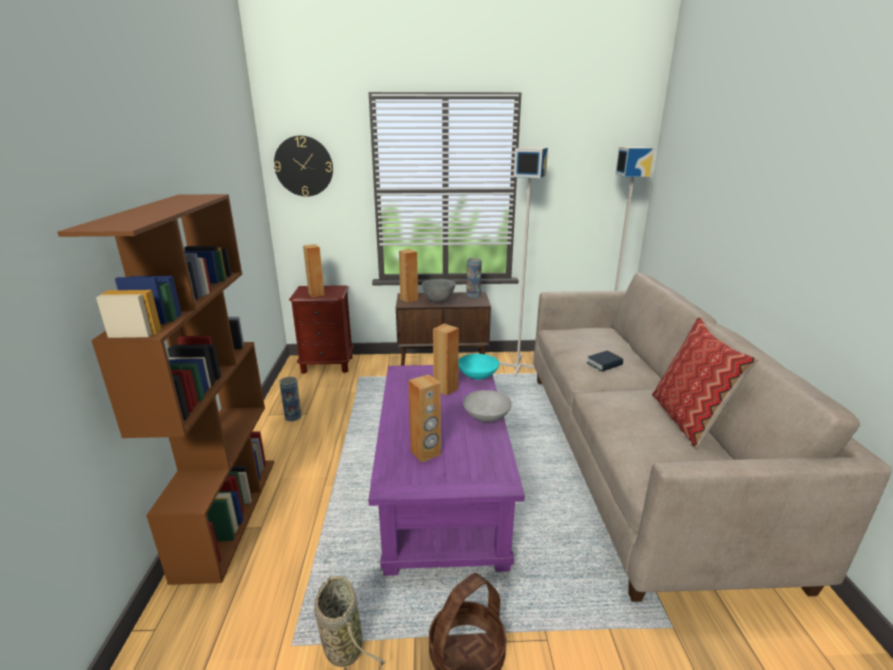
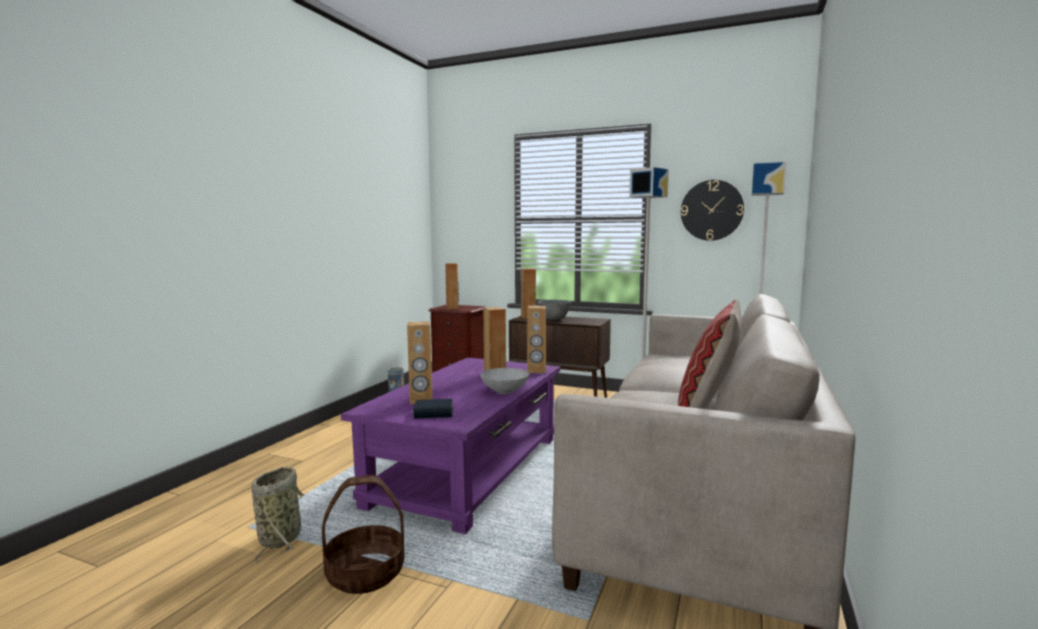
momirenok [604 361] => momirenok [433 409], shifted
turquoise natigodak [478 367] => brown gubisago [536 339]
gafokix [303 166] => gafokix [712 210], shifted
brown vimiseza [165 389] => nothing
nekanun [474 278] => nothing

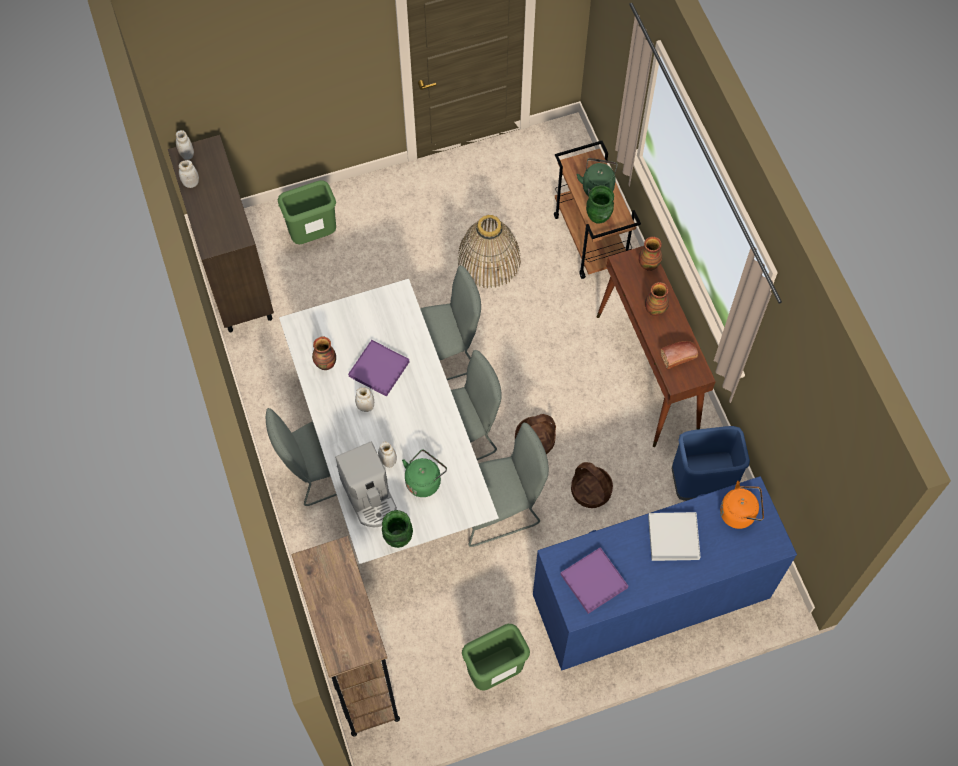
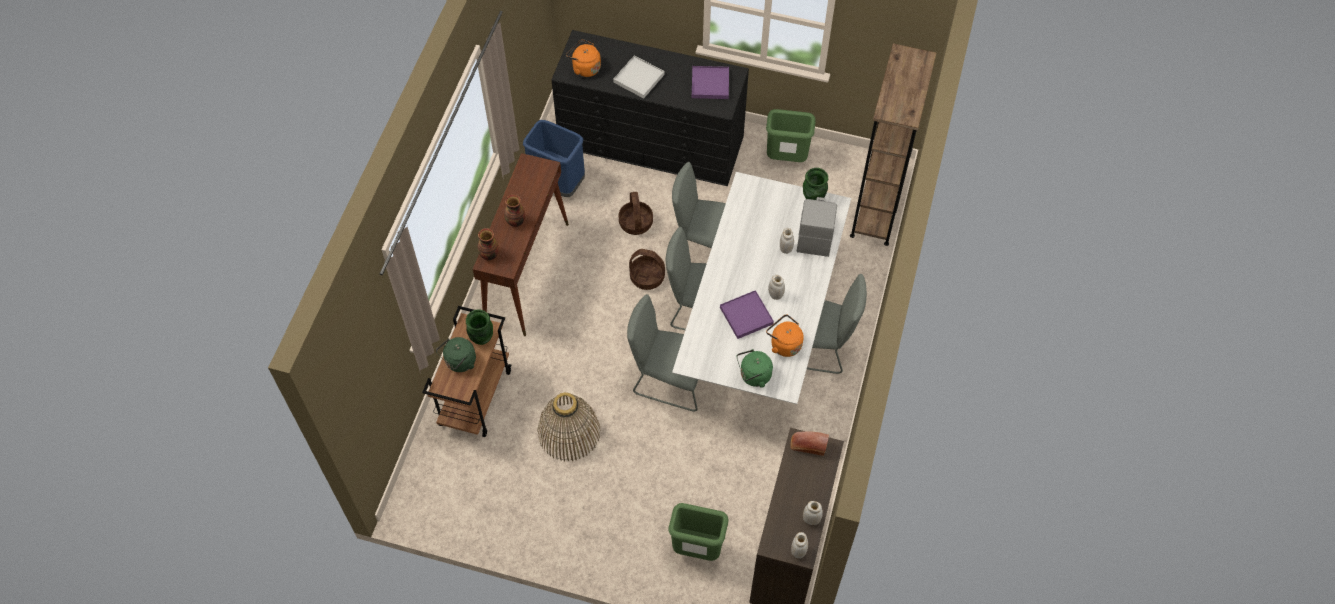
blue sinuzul [665 573] => black sinuzul [650 108]
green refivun [424 473] => green refivun [755 368], shifted
nekanun [324 353] => orange refivun [785 335]
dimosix [679 355] => dimosix [809 443], shifted

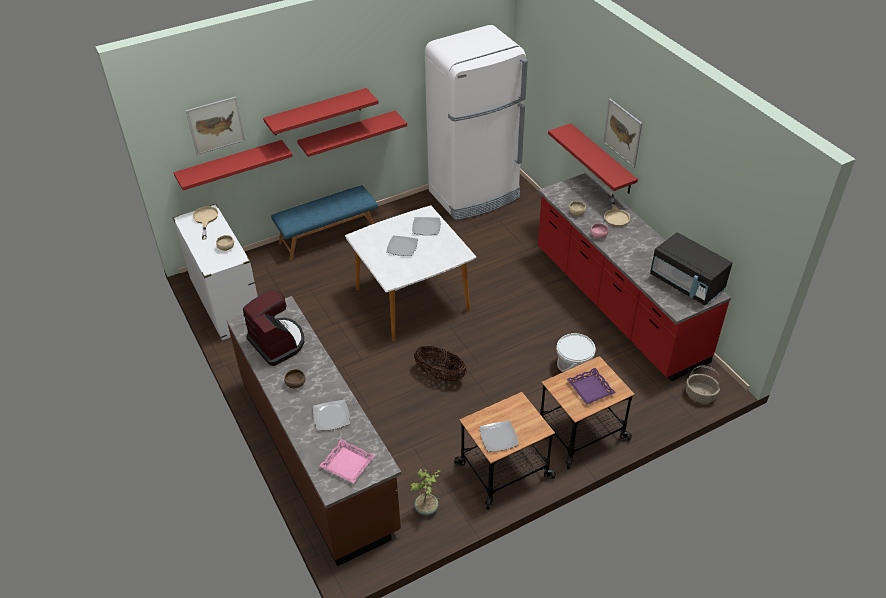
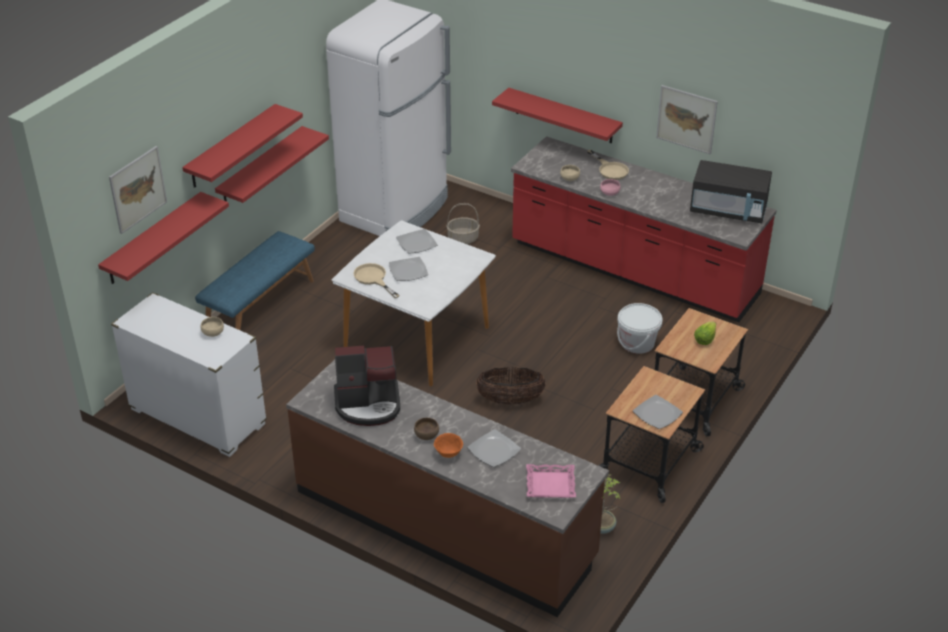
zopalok [273 327] => zopalok [367 386], 150 degrees clockwise
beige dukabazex [205 222] => beige dukabazex [376 280], shifted
nothing => orange natigodak [448 445]
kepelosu [703 384] => kepelosu [463 223], shifted
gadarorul [622 133] => gadarorul [687 120], shifted
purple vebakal [591 386] => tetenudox [705 333]

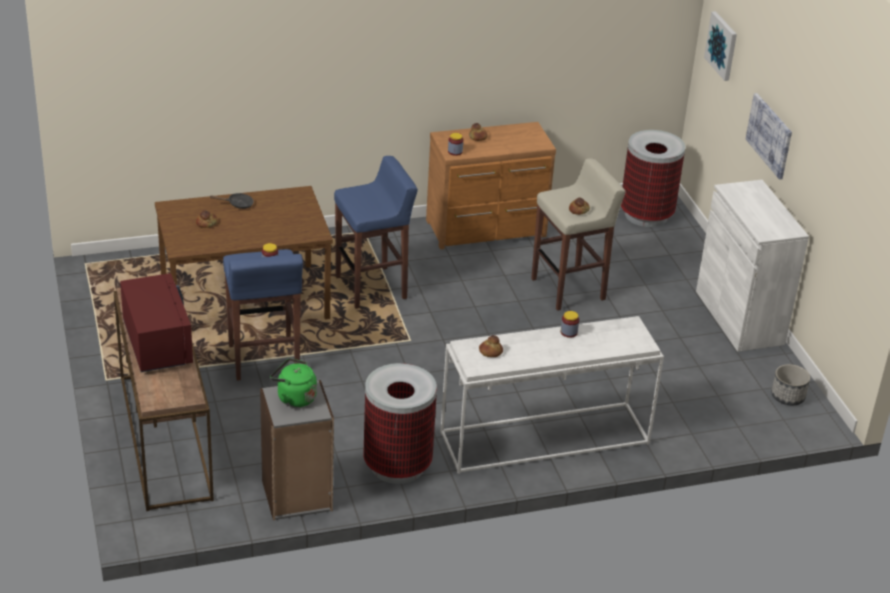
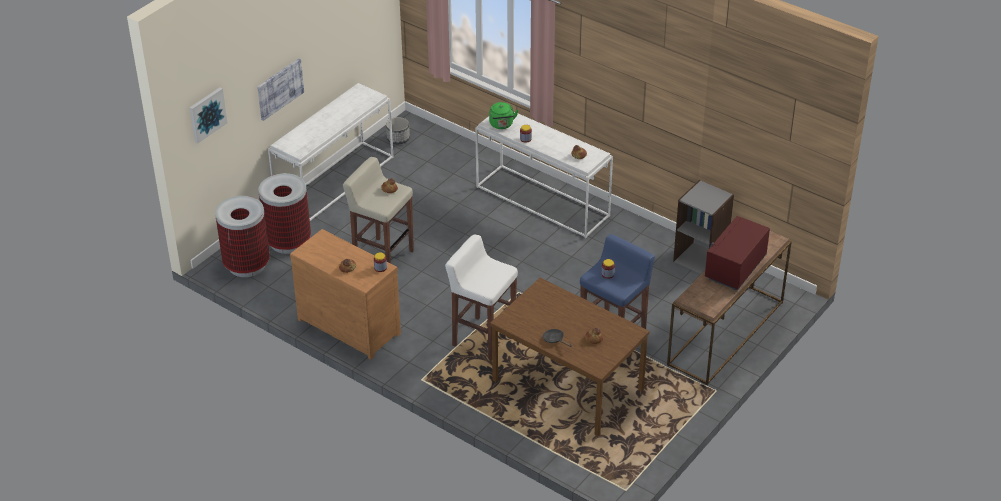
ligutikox [400 423] => ligutikox [284 213], shifted
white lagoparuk [752 266] => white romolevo [331 152]
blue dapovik [376 232] => white dapovik [481 297]
green refivun [293 382] => green refivun [503 115], shifted

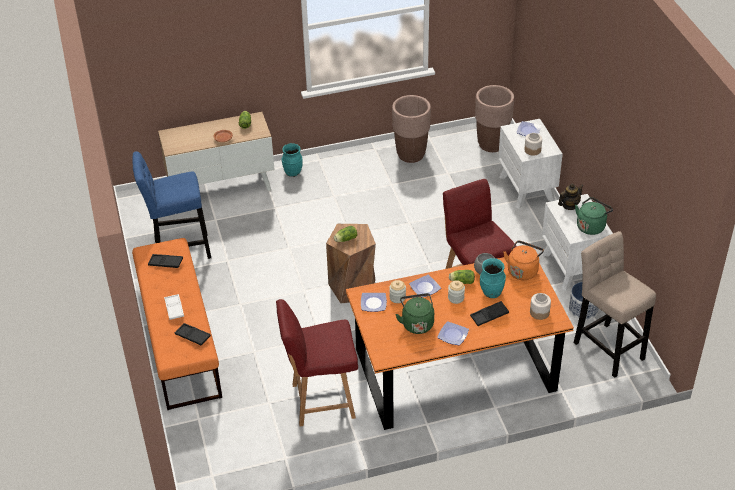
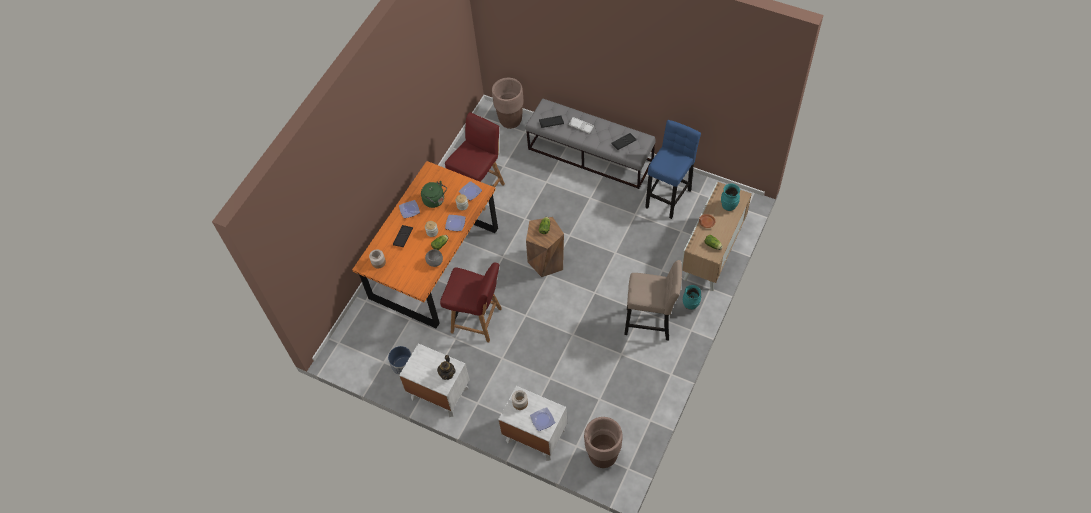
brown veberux [411 129] => brown veberux [508 103], shifted
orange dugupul [177 324] => grey dugupul [591 144]
beige dapovik [615 304] => beige dapovik [653 300], shifted
turquoise nekanun [493 278] => turquoise nekanun [730 197], shifted
orange refivun [523 260] => nothing
green refivun [594 216] => nothing

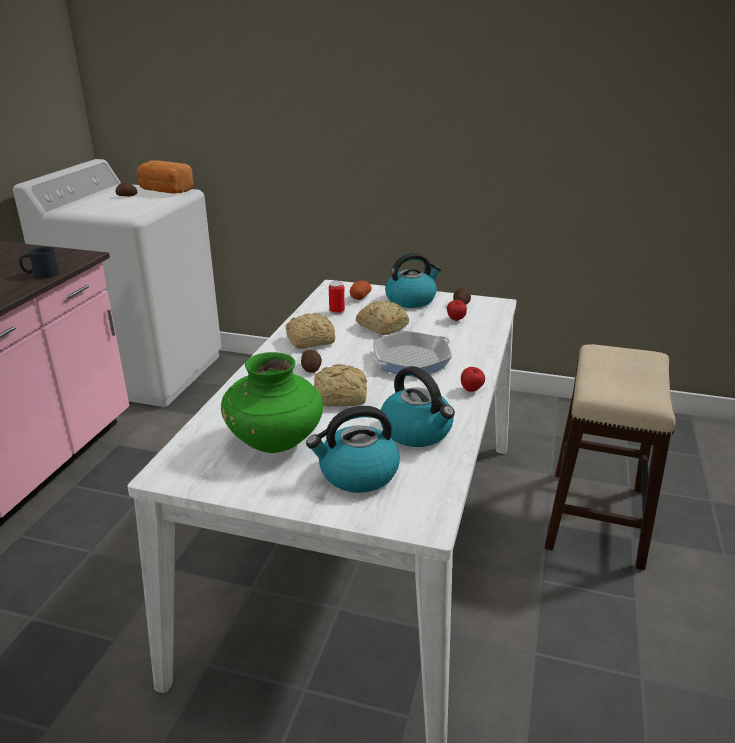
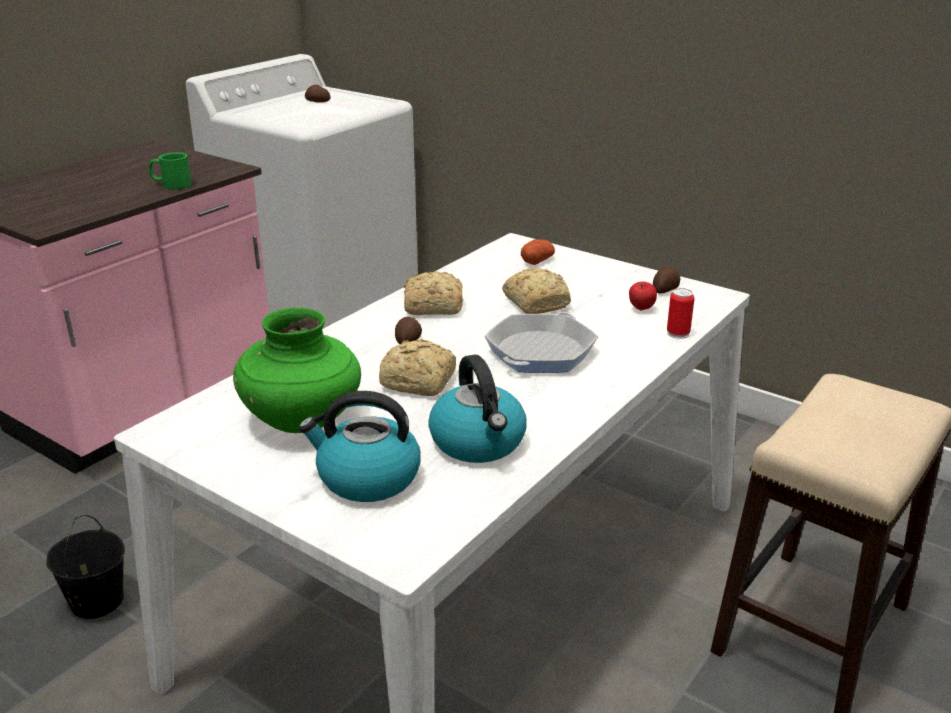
nothing => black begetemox [85 567]
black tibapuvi [39 262] => green tibapuvi [170 170]
dukabazex [411 352] => dukabazex [541 342], 135 degrees clockwise
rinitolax [337 298] => rinitolax [680 313], shifted
dimosix [165 177] => nothing
refivun [413 280] => nothing
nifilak [473 379] => nothing

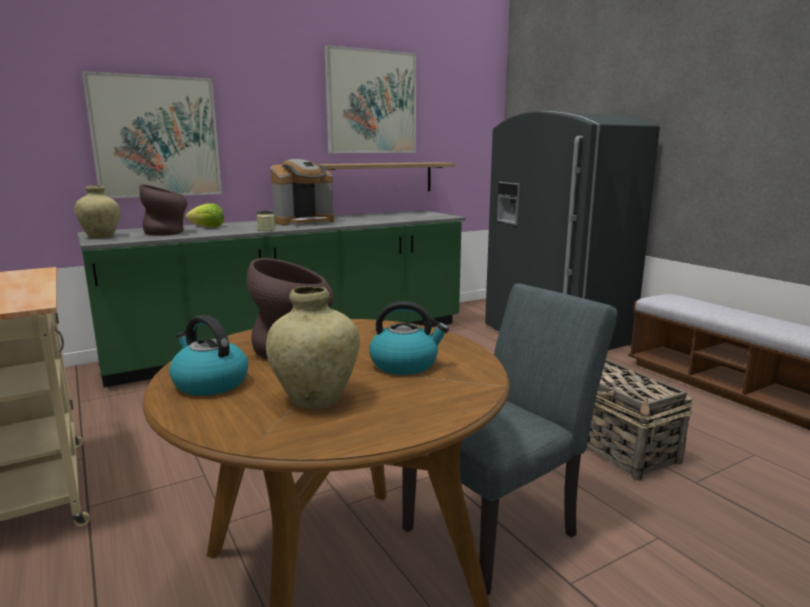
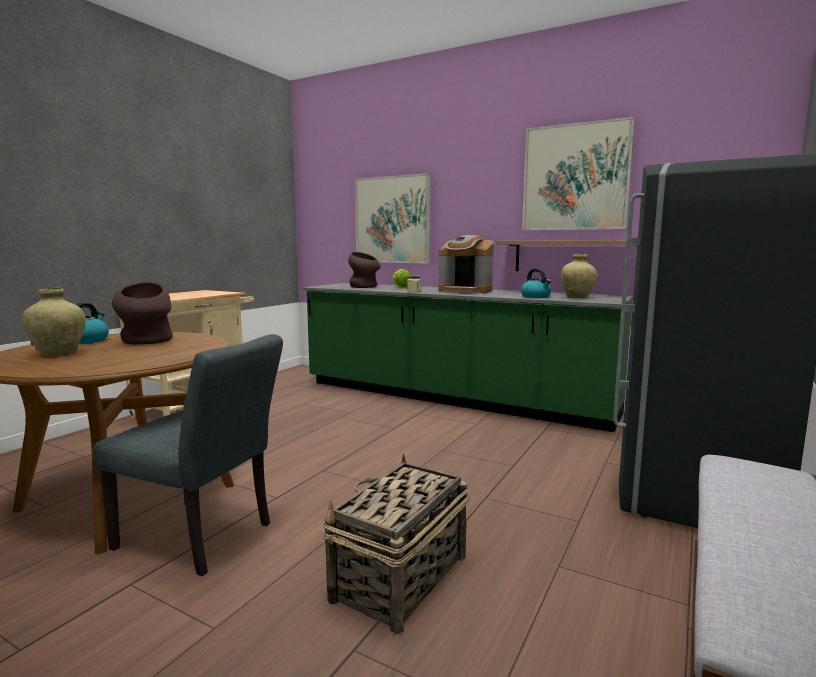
refivun [409 338] => refivun [536 283], shifted
beige nekanun [97 211] => beige nekanun [579 276], shifted

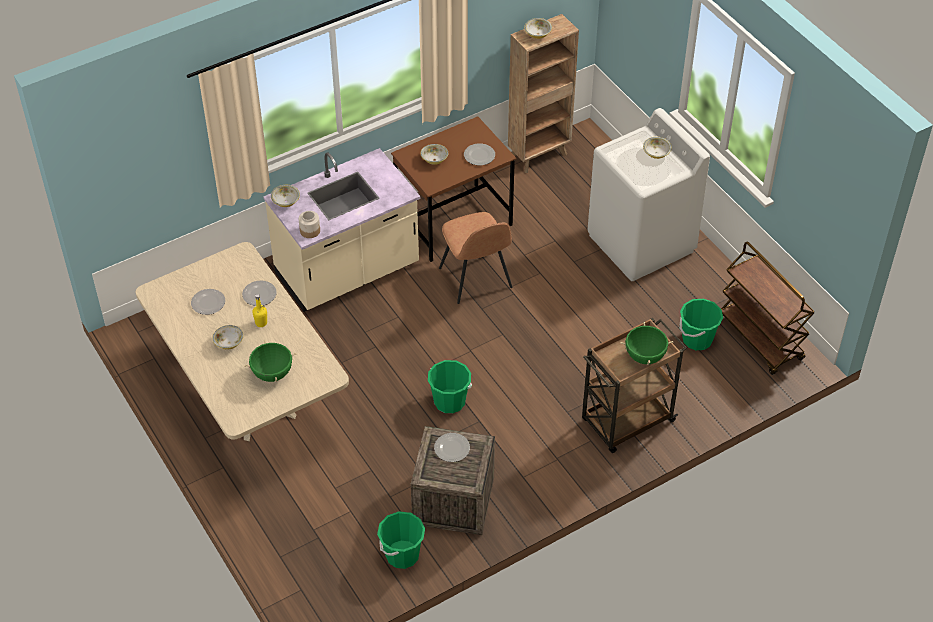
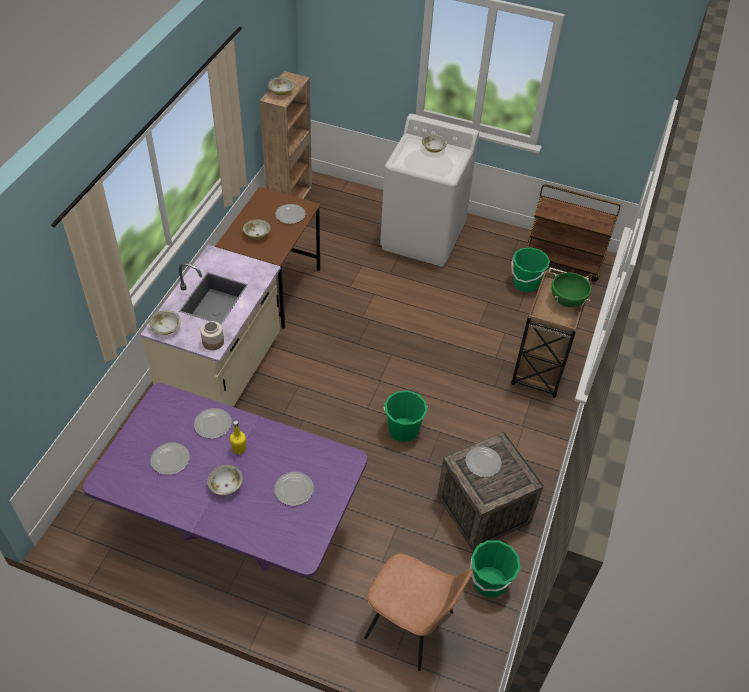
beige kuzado [242 341] => purple kuzado [225 480]
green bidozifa [270 361] => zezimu [294 489]
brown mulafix [475 258] => brown mulafix [418 612], shifted

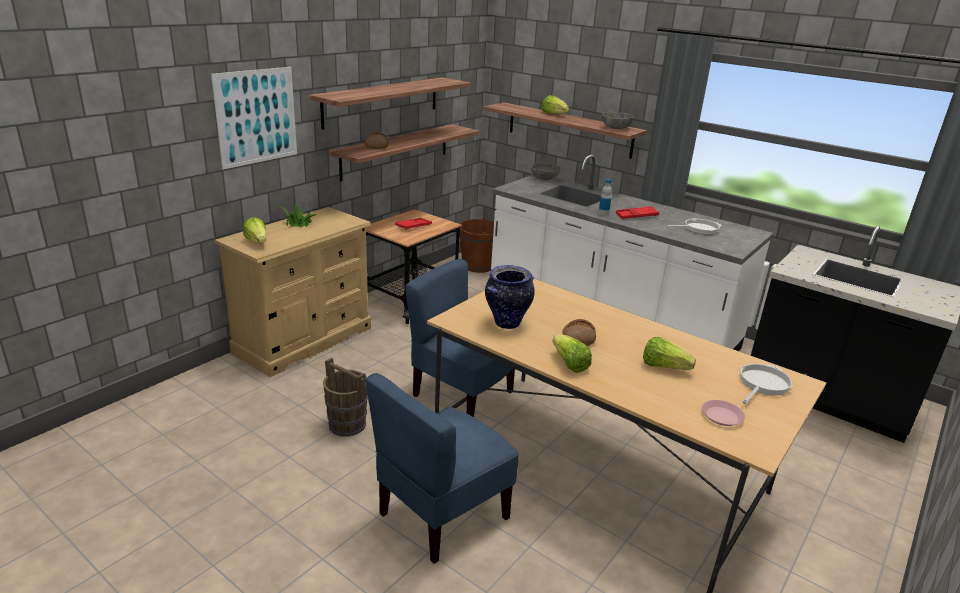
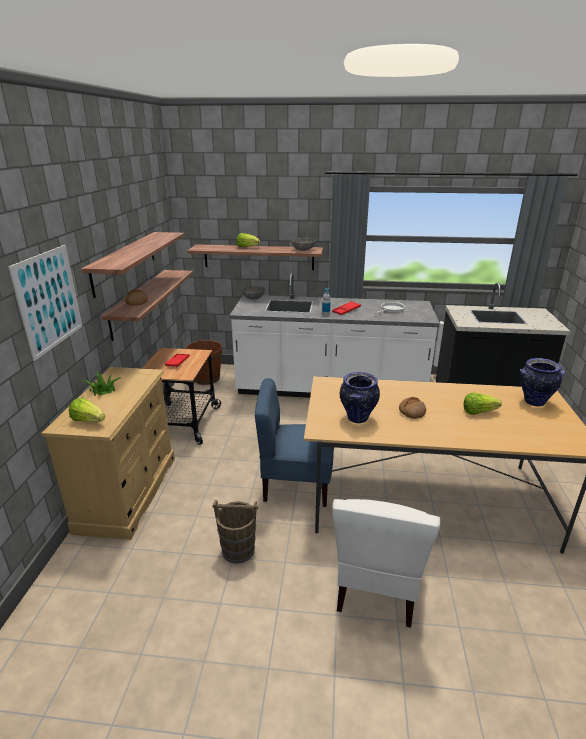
blue mulafix [442 468] => white mulafix [386 563]
dukabazex [766 384] => nekanun [542 382]
tetenudox [572 353] => nothing
pink zezimu [723 413] => nothing

